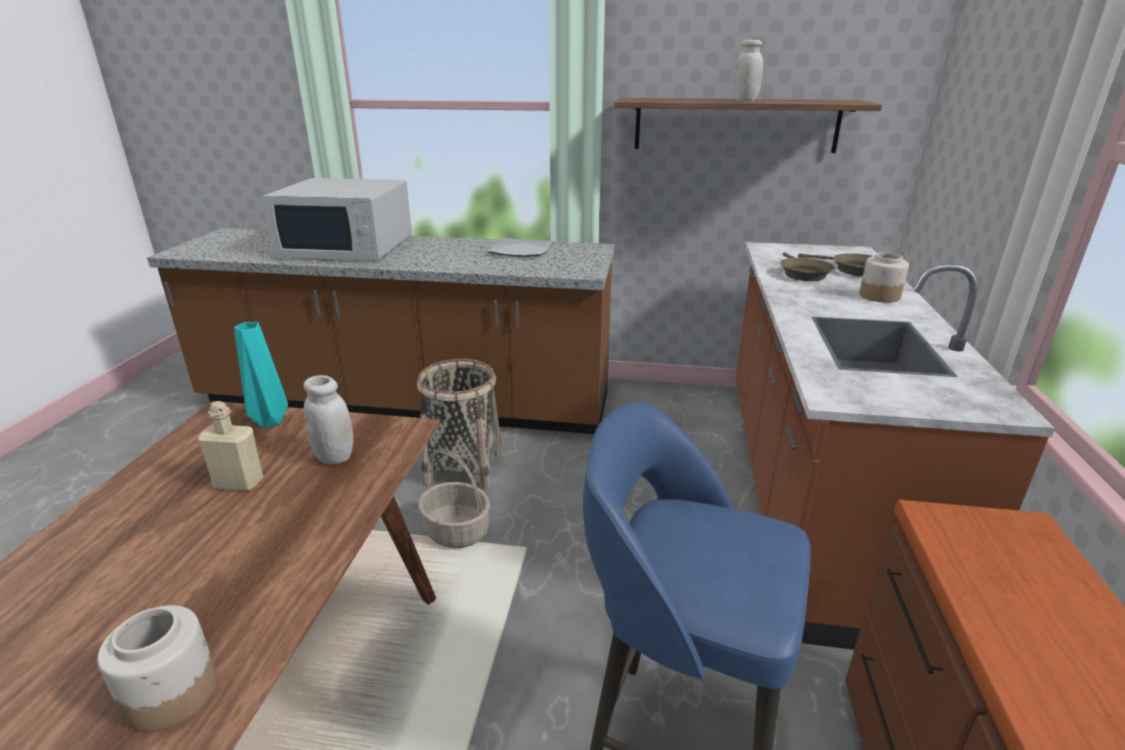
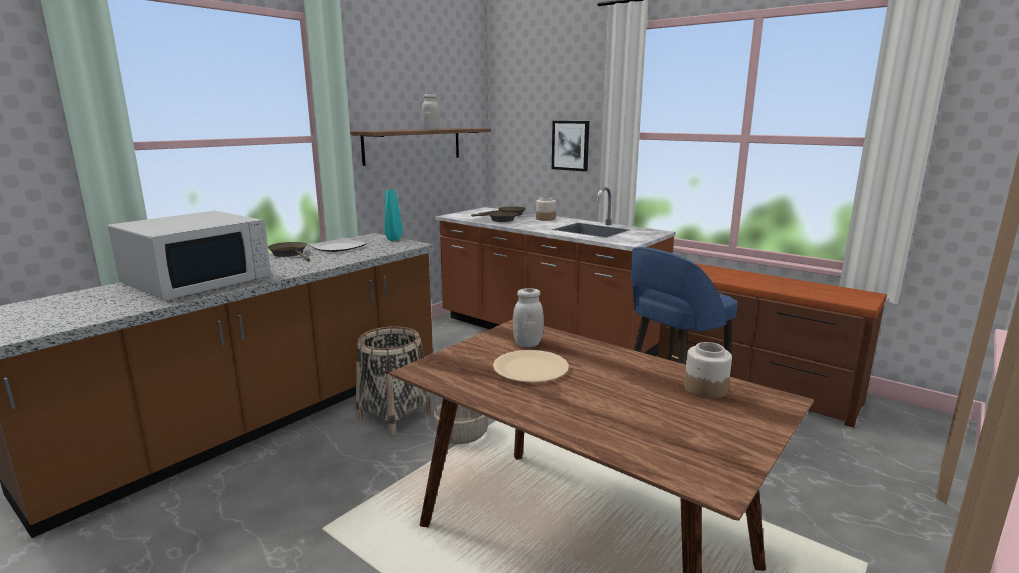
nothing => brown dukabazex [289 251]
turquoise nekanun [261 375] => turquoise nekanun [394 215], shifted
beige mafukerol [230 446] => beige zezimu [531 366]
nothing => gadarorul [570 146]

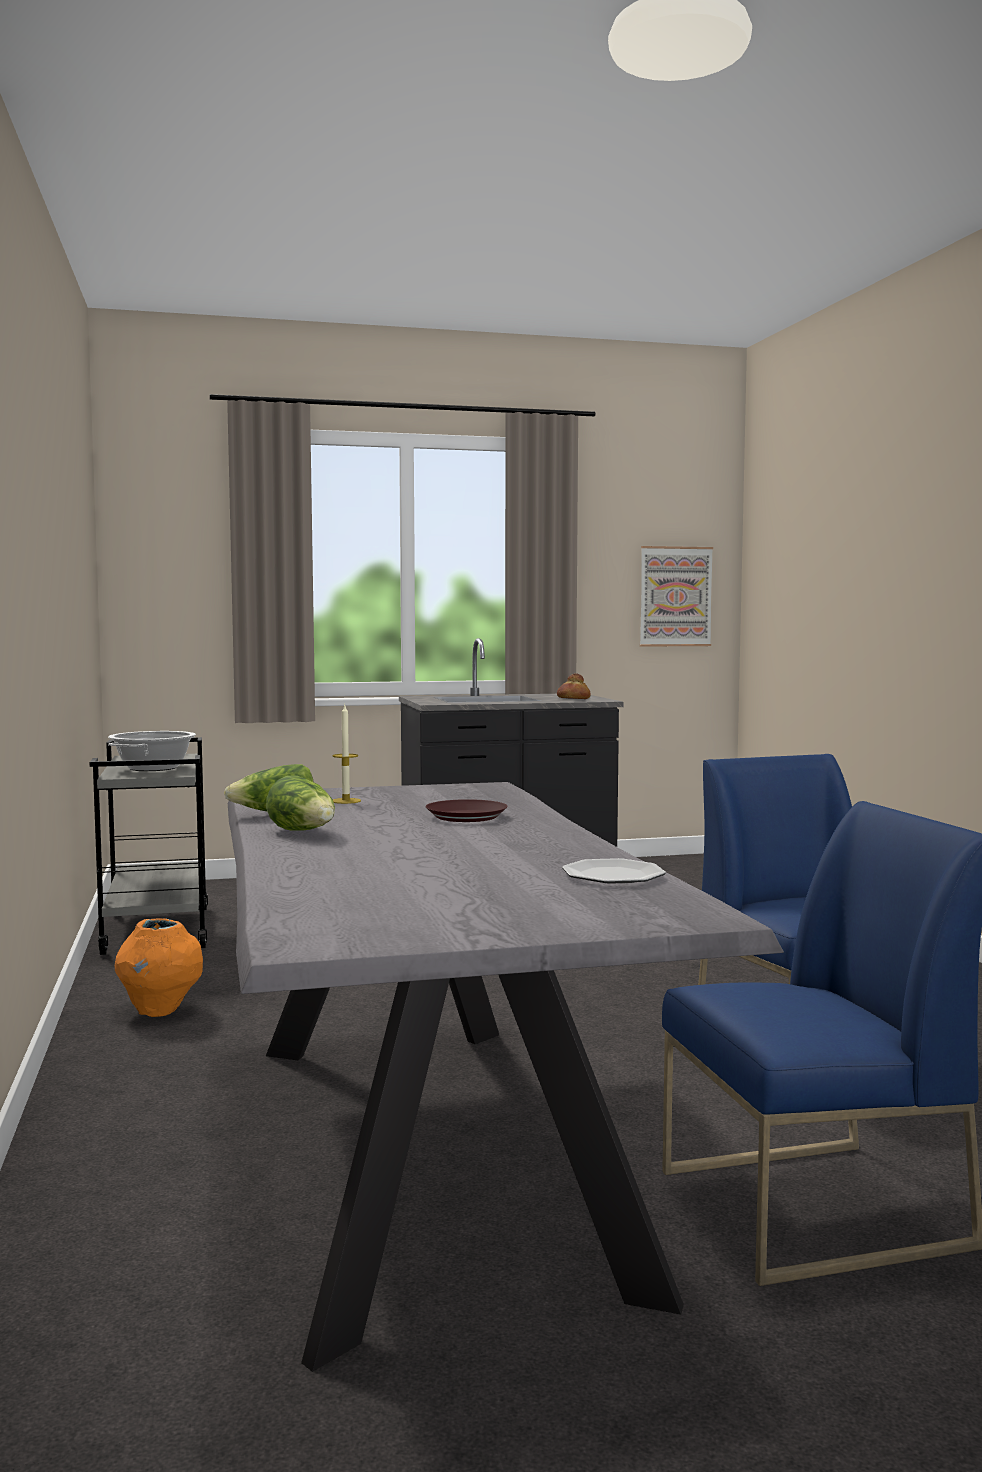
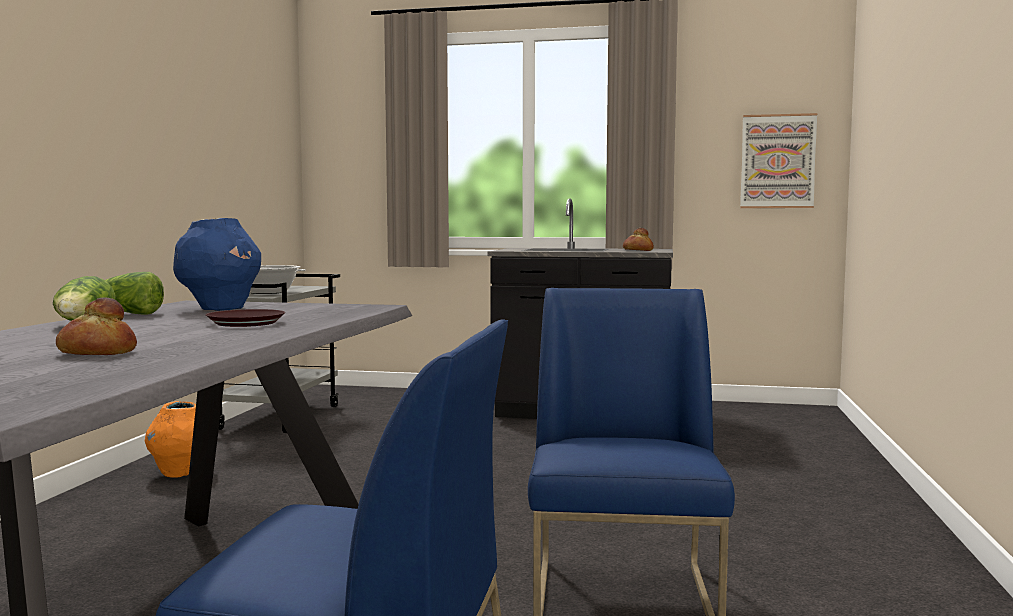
nothing => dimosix [96 326]
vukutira [347 754] => blue nekanun [217 264]
zezimu [614 871] => nothing

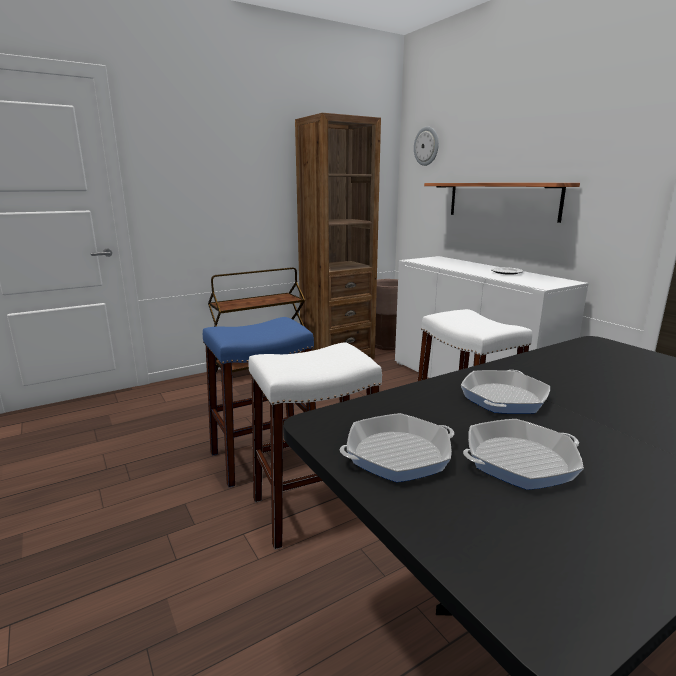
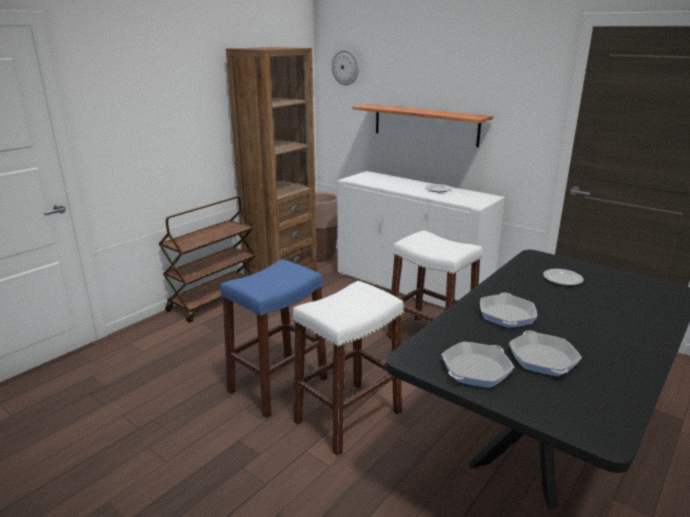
dukabazex [523 454] => dukabazex [545 353], 120 degrees clockwise
nothing => zezimu [563 277]

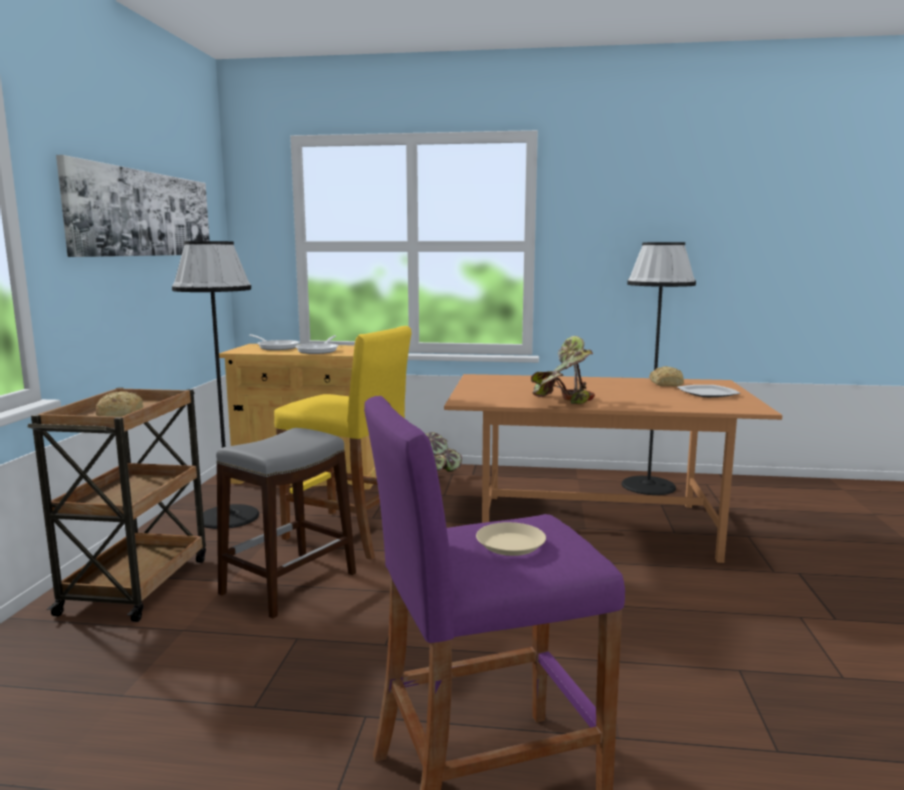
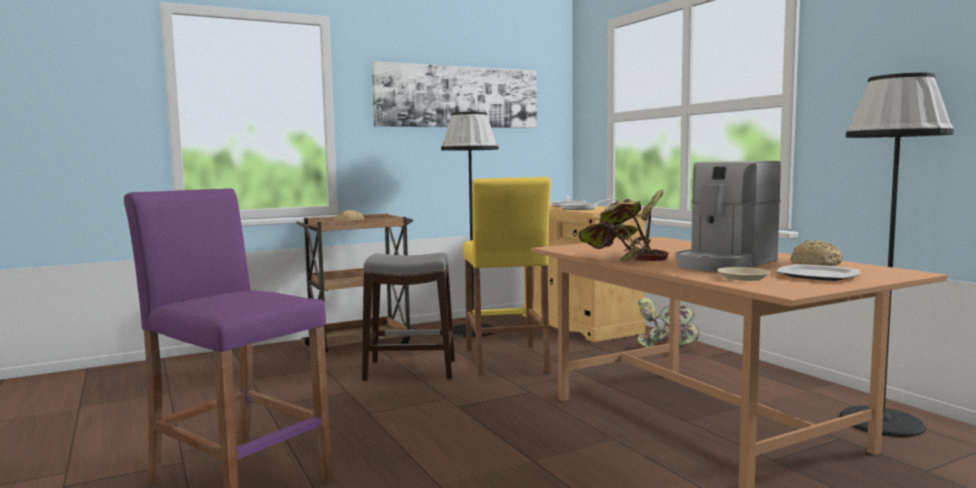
nothing => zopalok [728 216]
beige zezimu [511 539] => beige zezimu [743 274], shifted

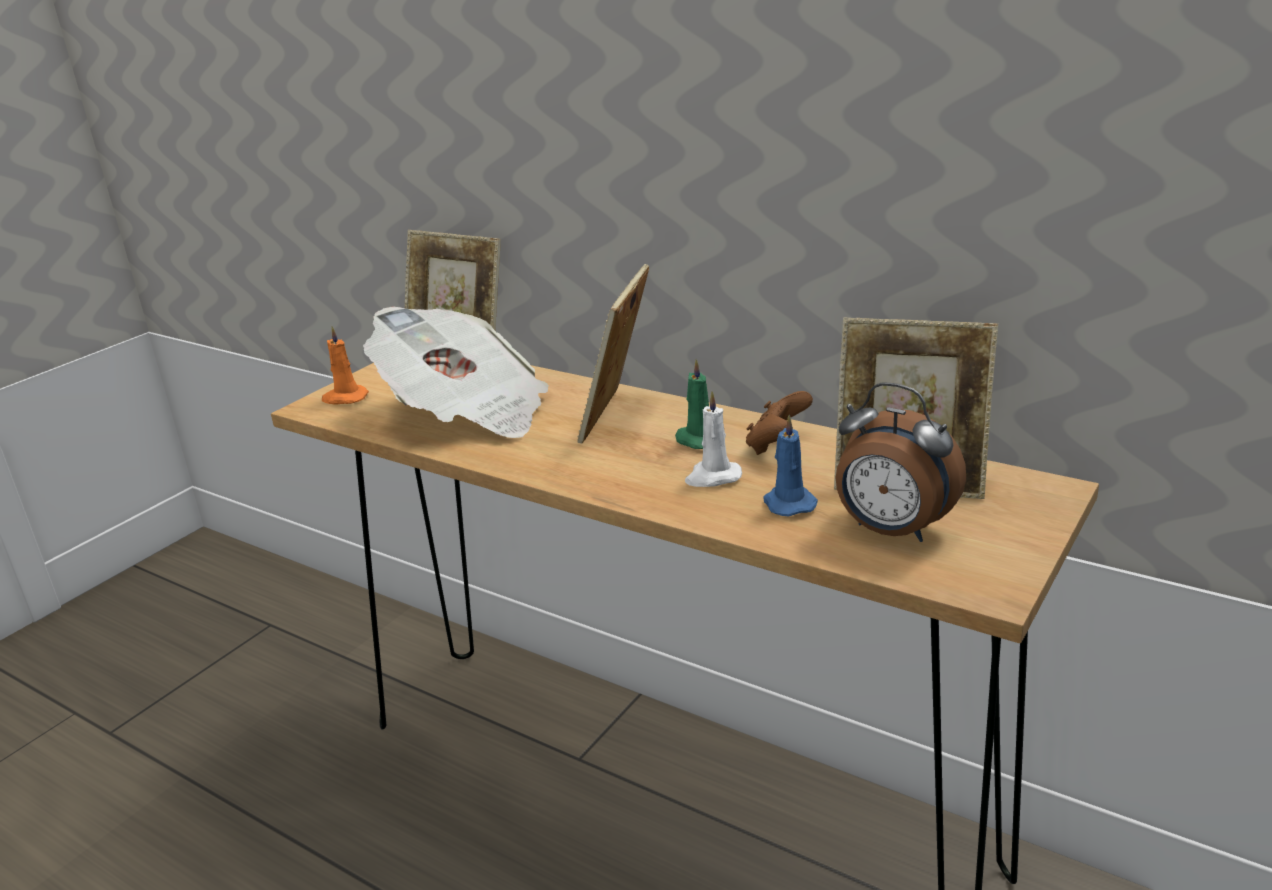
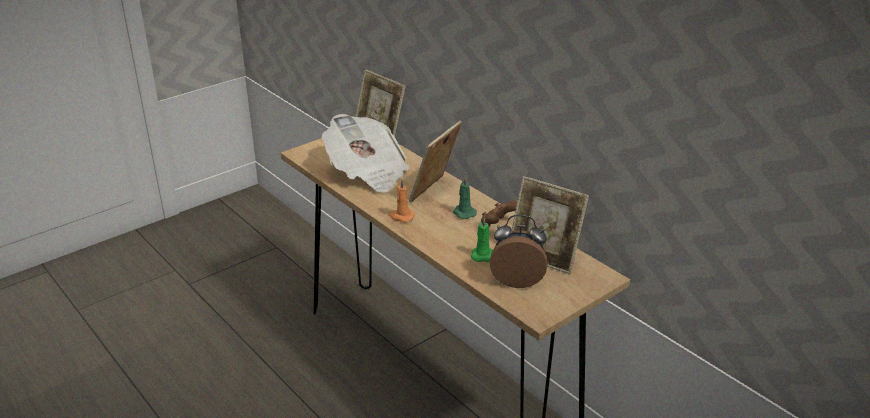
orange vukutira [345 365] => orange vukutira [402 200], shifted
blue vukutira [790 465] => green vukutira [482 240]
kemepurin [901 462] => kemepurin [518 251], 135 degrees clockwise
white vukutira [713 439] => nothing

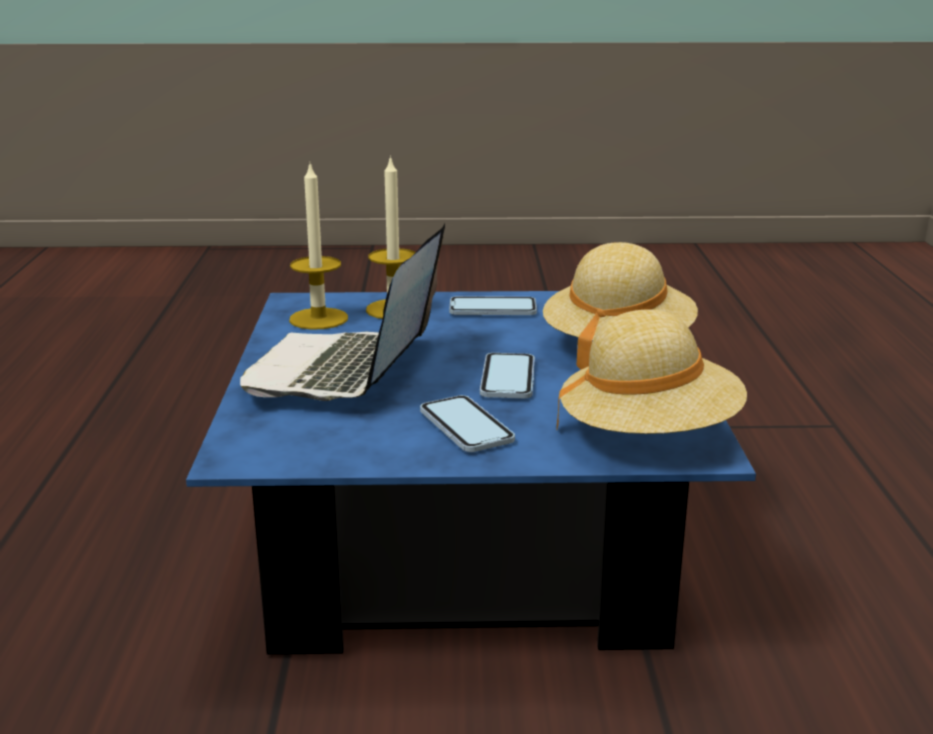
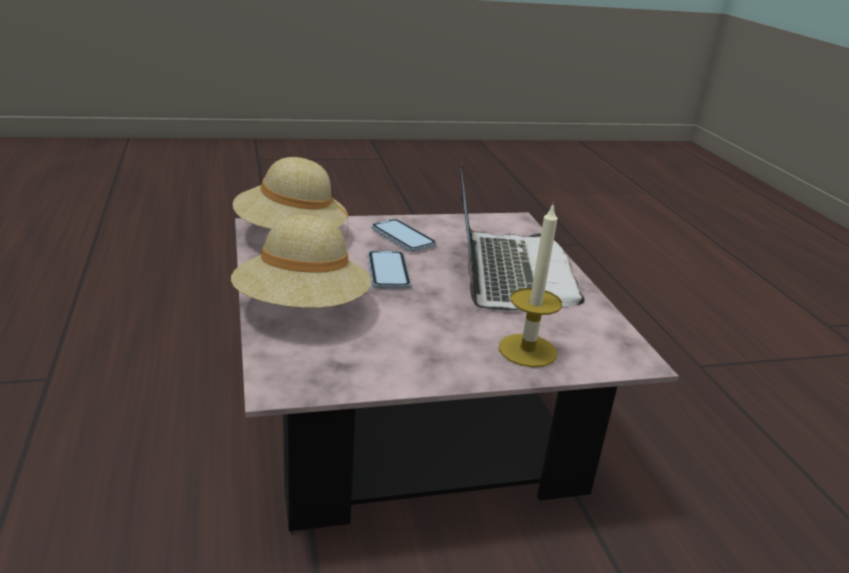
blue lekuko [471 473] => pink lekuko [457 371]
vukutira [318 245] => nothing
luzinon [493 305] => nothing

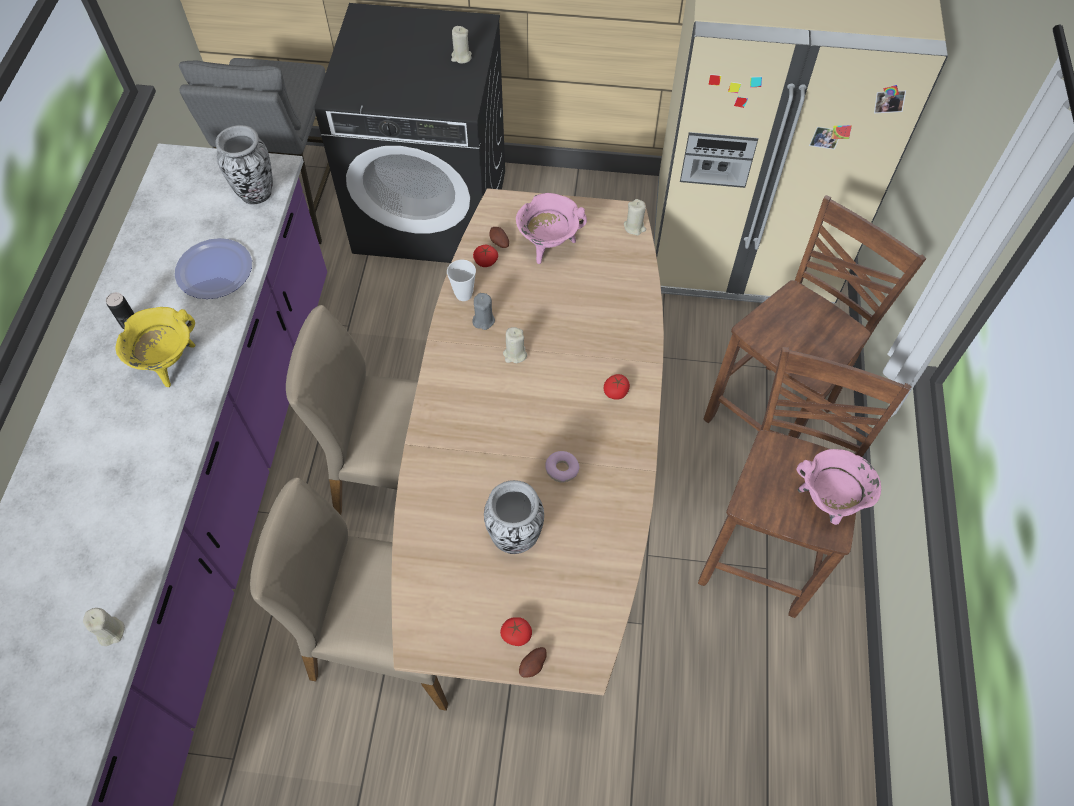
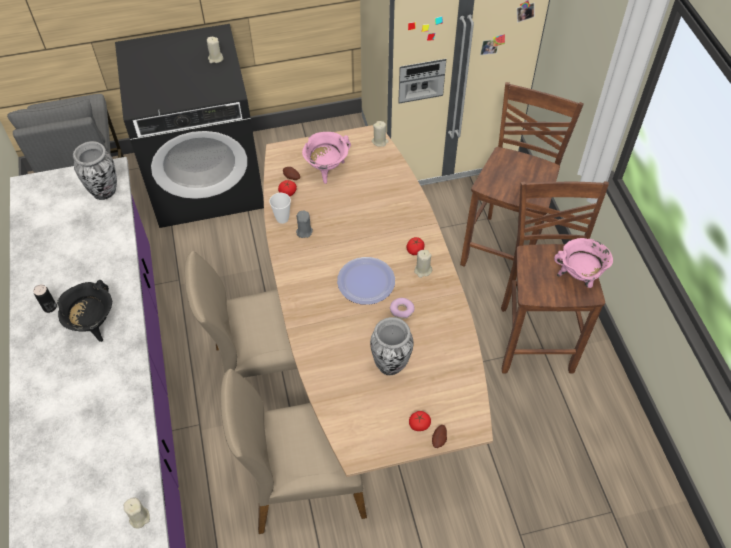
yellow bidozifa [155 347] => black bidozifa [84 311]
zezimu [213 268] => zezimu [366 281], shifted
beige vukutira [515 345] => beige vukutira [423 264], shifted

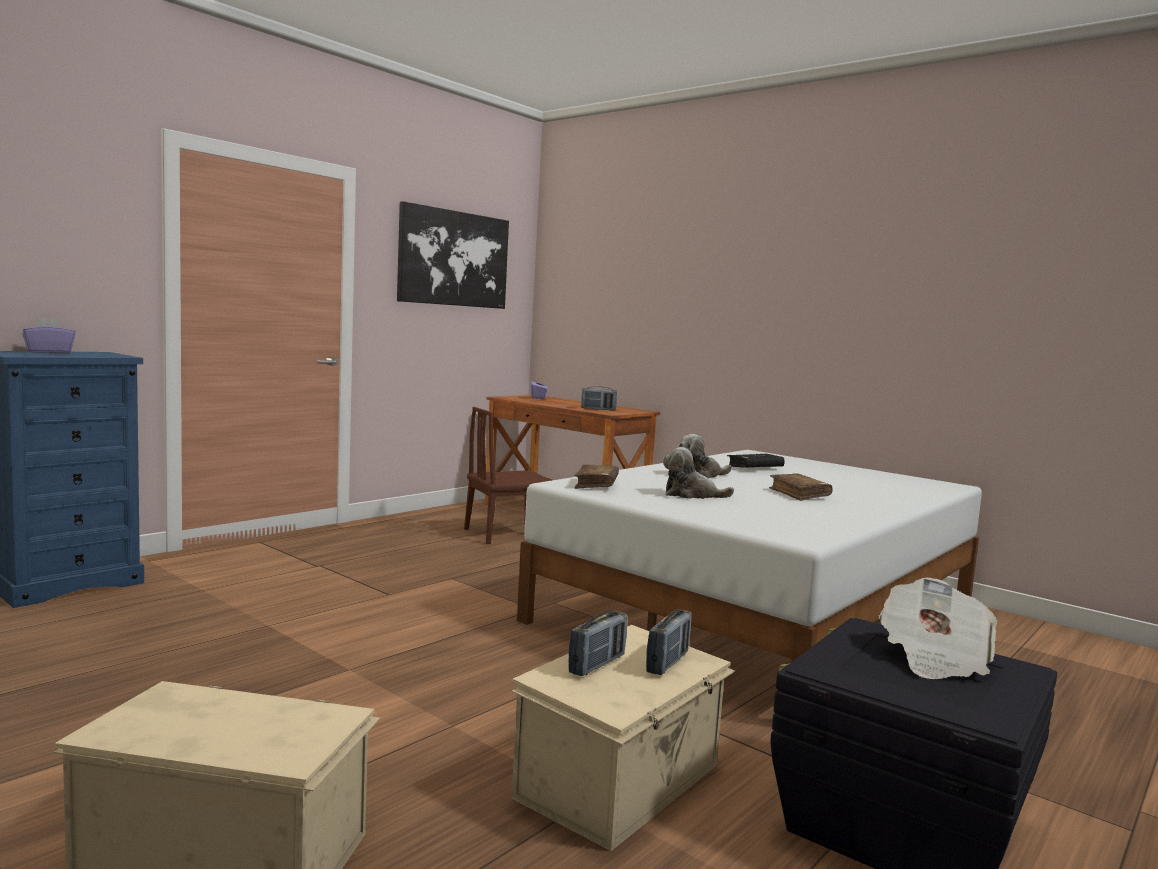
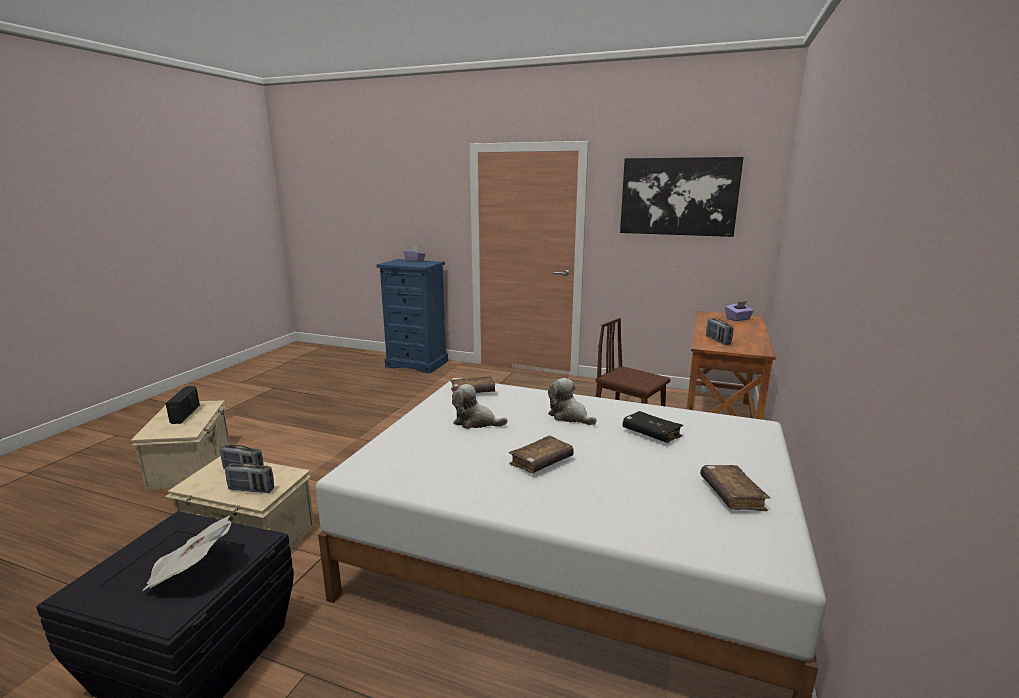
nothing => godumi [183 405]
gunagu [698 473] => gunagu [479 406], 60 degrees counterclockwise
nothing => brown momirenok [735 488]

